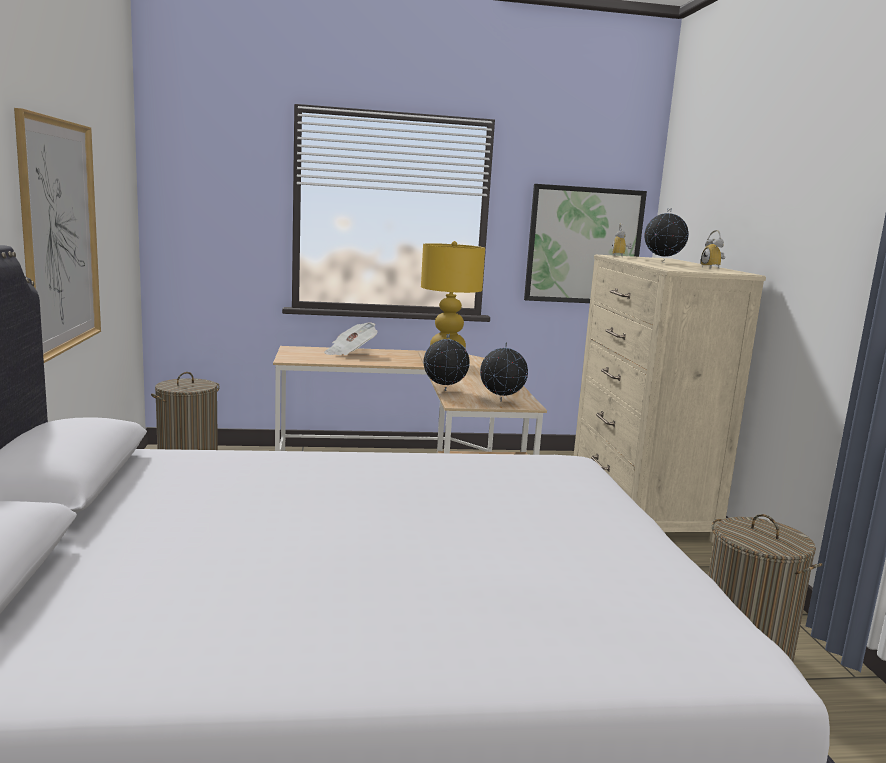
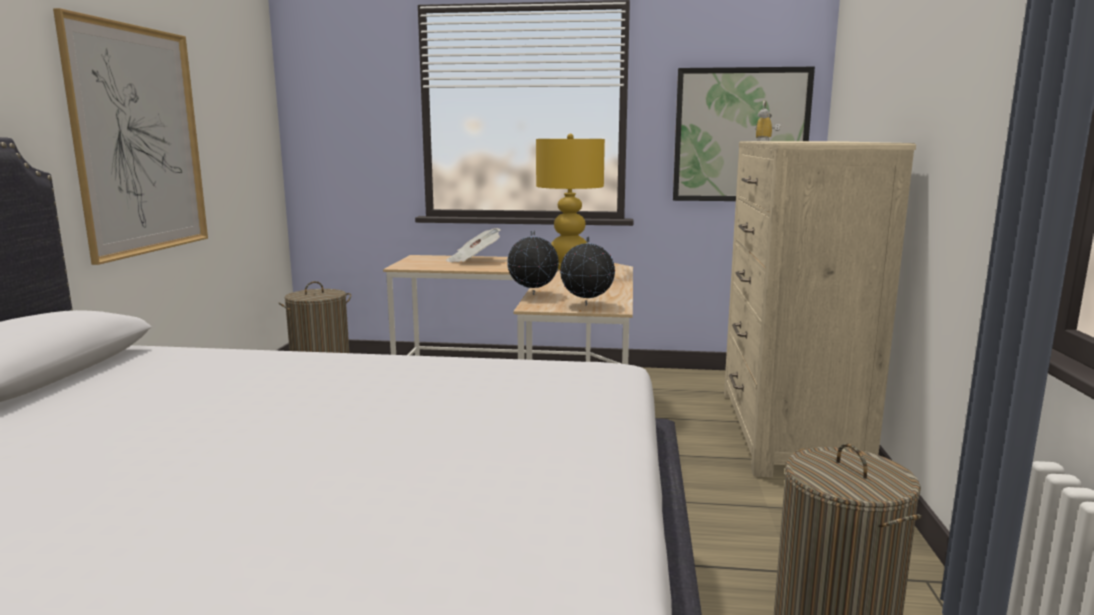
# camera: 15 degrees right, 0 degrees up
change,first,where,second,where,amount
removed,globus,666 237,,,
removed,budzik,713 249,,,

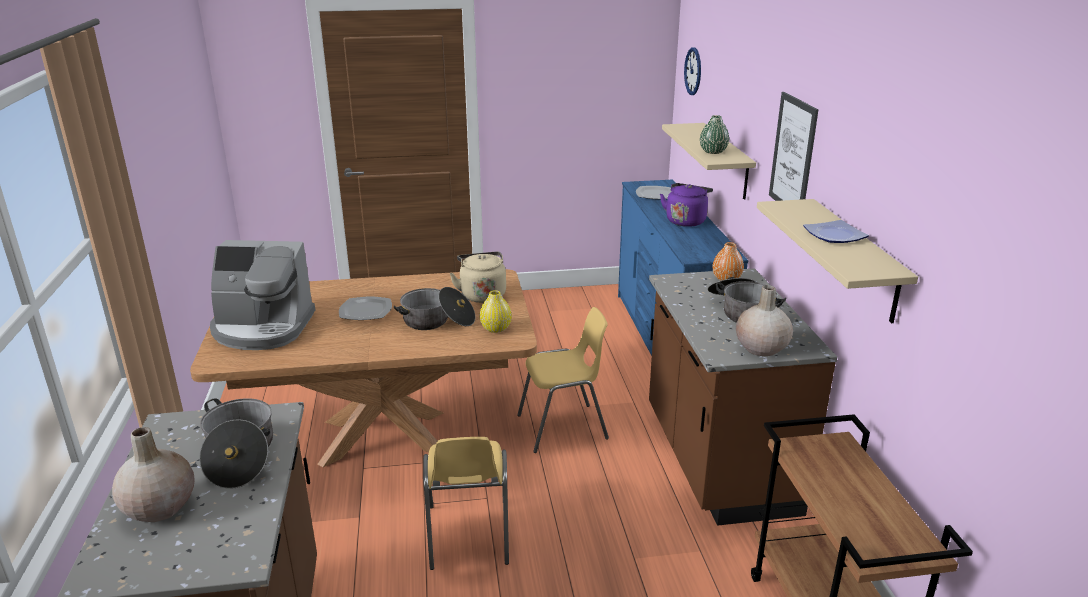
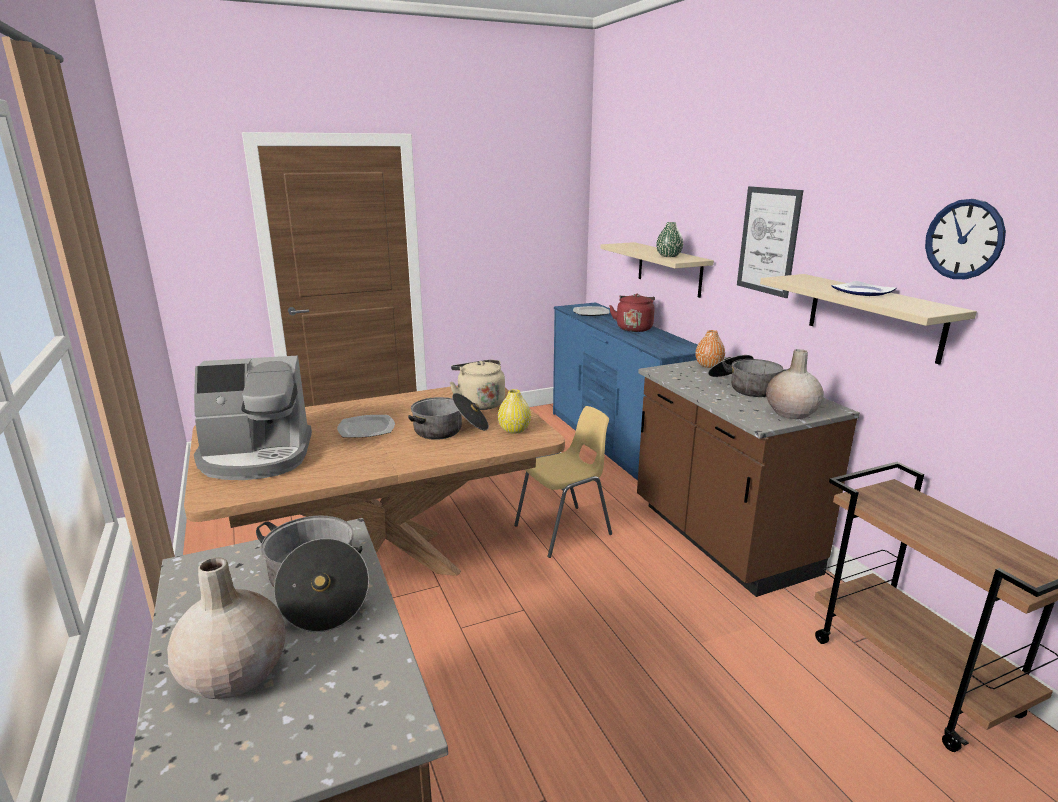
# camera: 15 degrees left, 5 degrees down
change,first,where,second,where,amount
removed,krzesło [żółty],466 503,,,
moved,zegar ścienny,692 71,,965 239,
recoloured,czajnik [fioletowy],686 205,czajnik [czerwony],632 313,

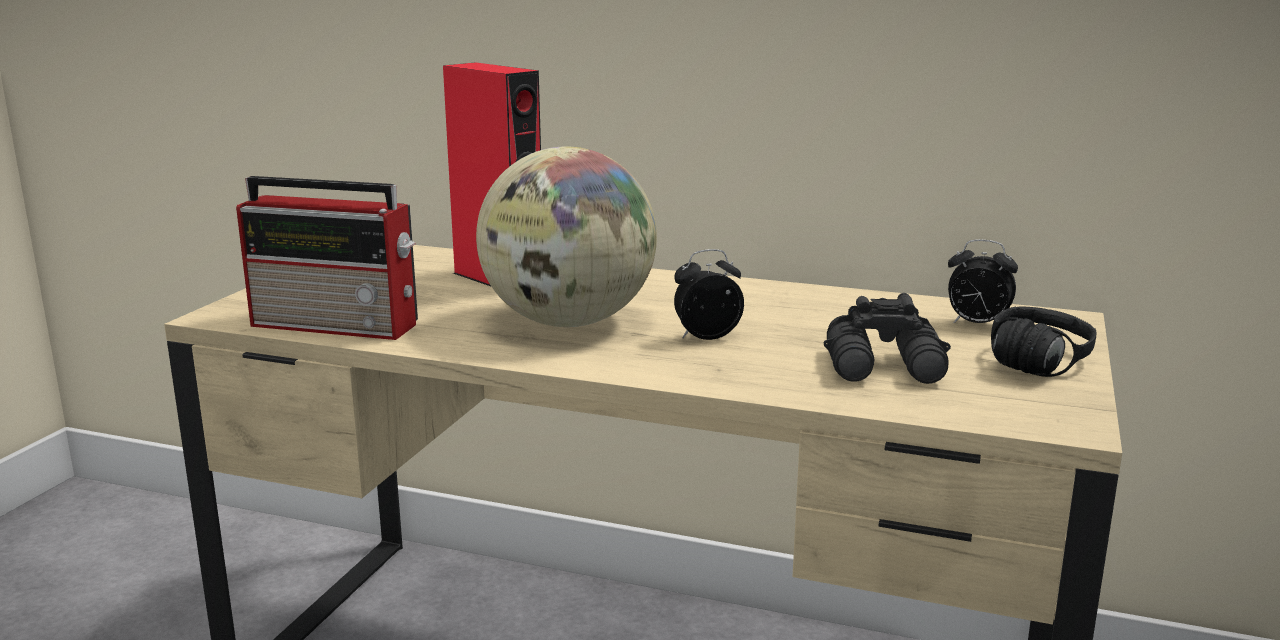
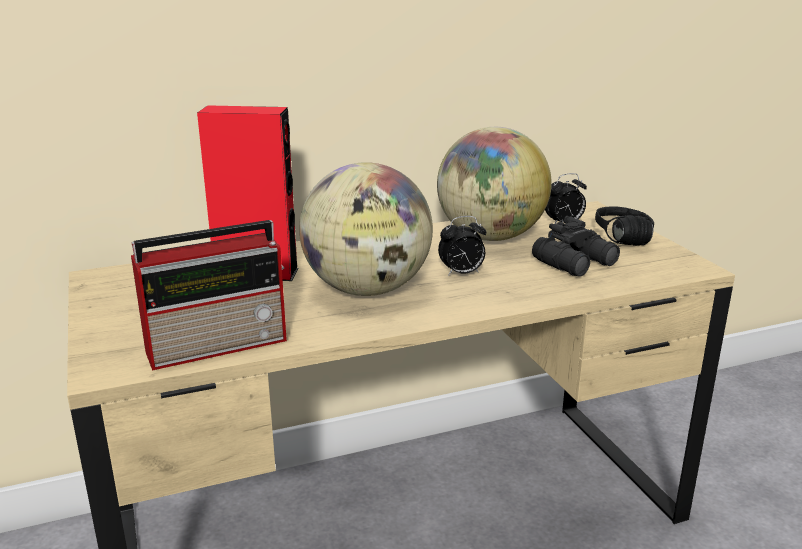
# camera: 40 degrees left, 5 degrees up
change,first,where,second,where,amount
added,,,globus,494 184,
turned,budzik,709 294,,462 246,135 degrees counterclockwise

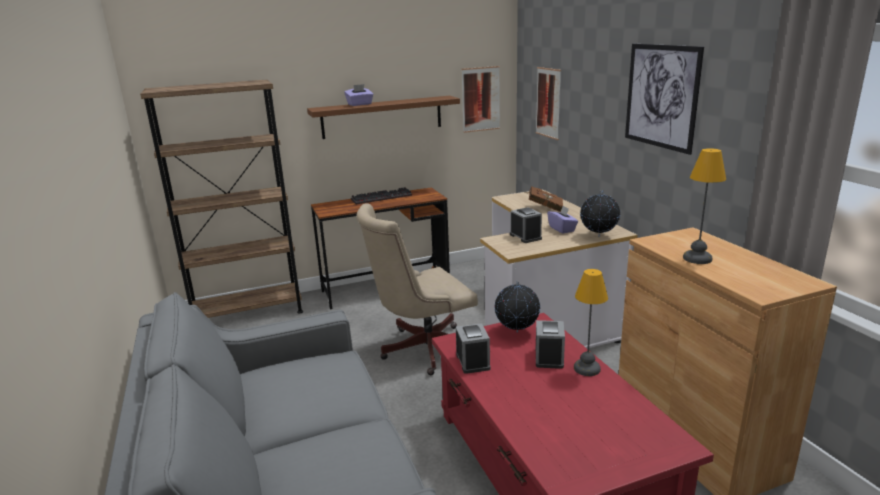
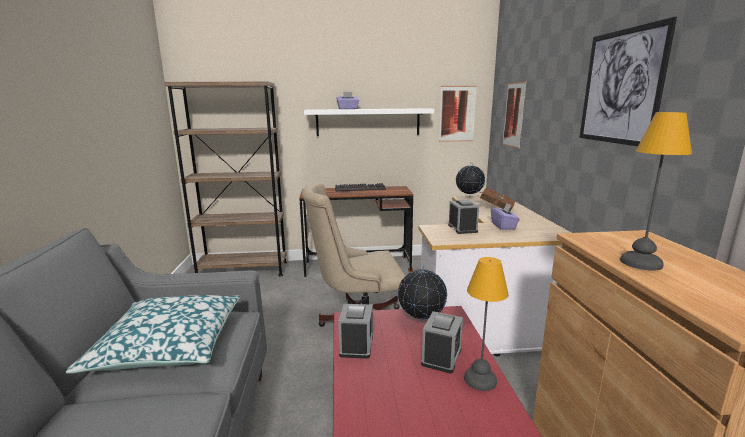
# camera: 15 degrees right, 5 degrees down
change,first,where,second,where,amount
added,,,poduszka,153 334,
moved,globus,600 213,,470 179,
recoloured,półka [brązowy],383 117,półka [biały],369 122,

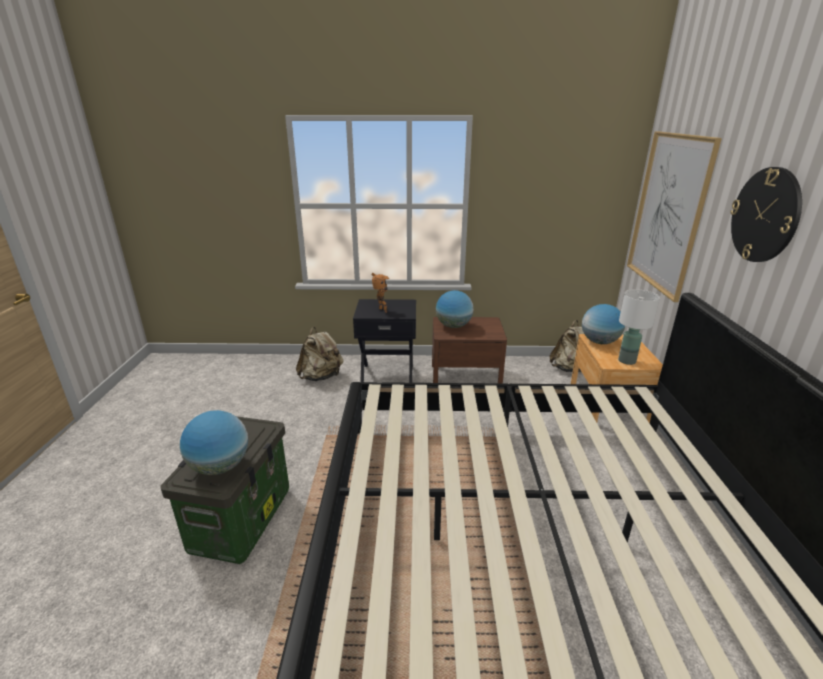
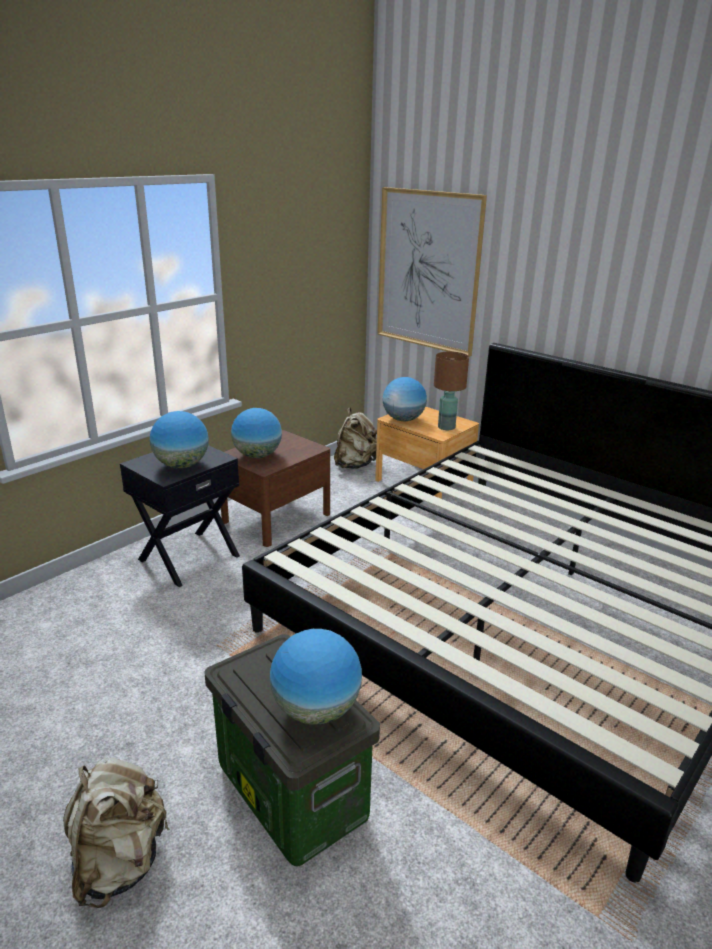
# camera: 50 degrees left, 0 degrees up
change,first,where,second,where,amount
removed,zegar ścienny,766 214,,,
moved,plecak [beżowy],319 354,,116 833,
replaced,robot zabawkowy,380 293,globus,179 439,
recoloured,lampa stołowa [biały],639 327,lampa stołowa [brązowy],451 390,

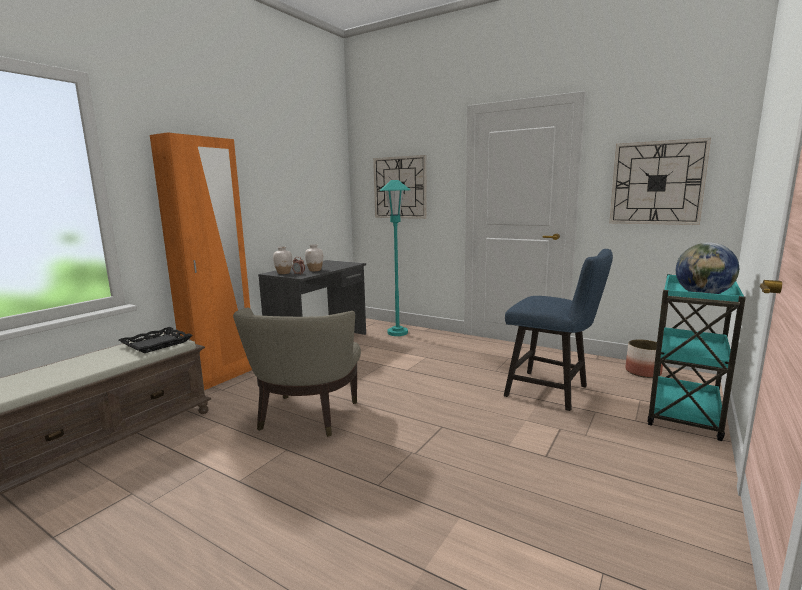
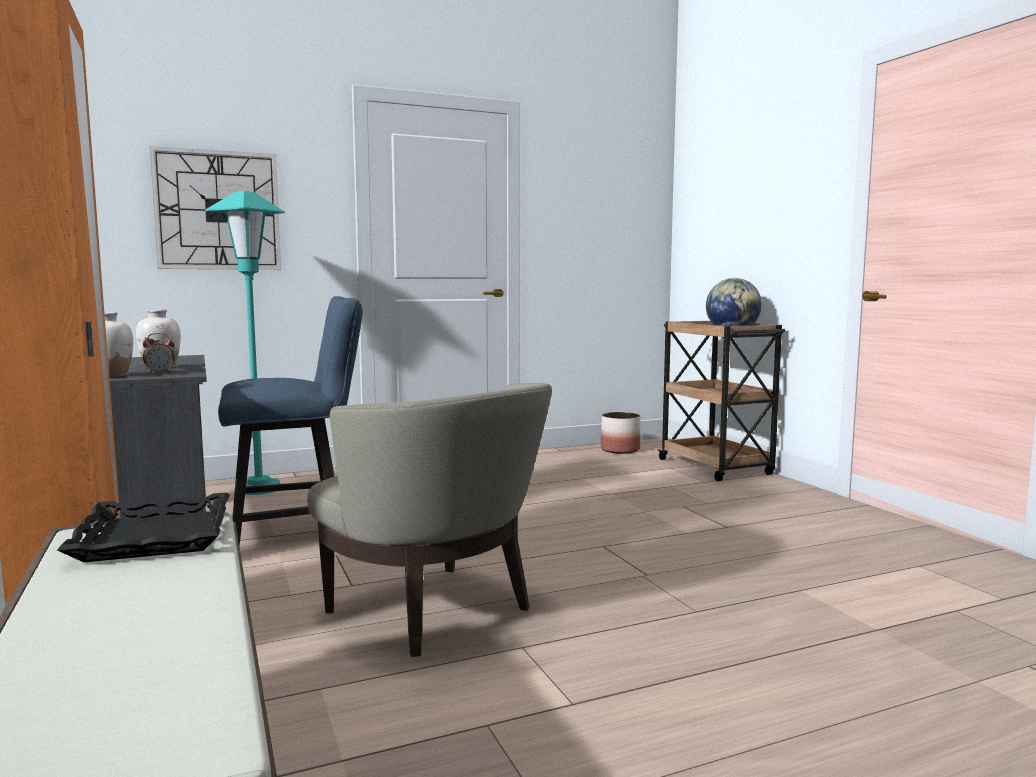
# camera: 55 degrees left, 5 degrees down
change,first,where,second,where,amount
removed,zegar ścienny,660 181,,,
moved,krzesło [niebieski],558 330,,290 421,
recoloured,wózek [turkusowy],696 357,wózek [brązowy],721 401,

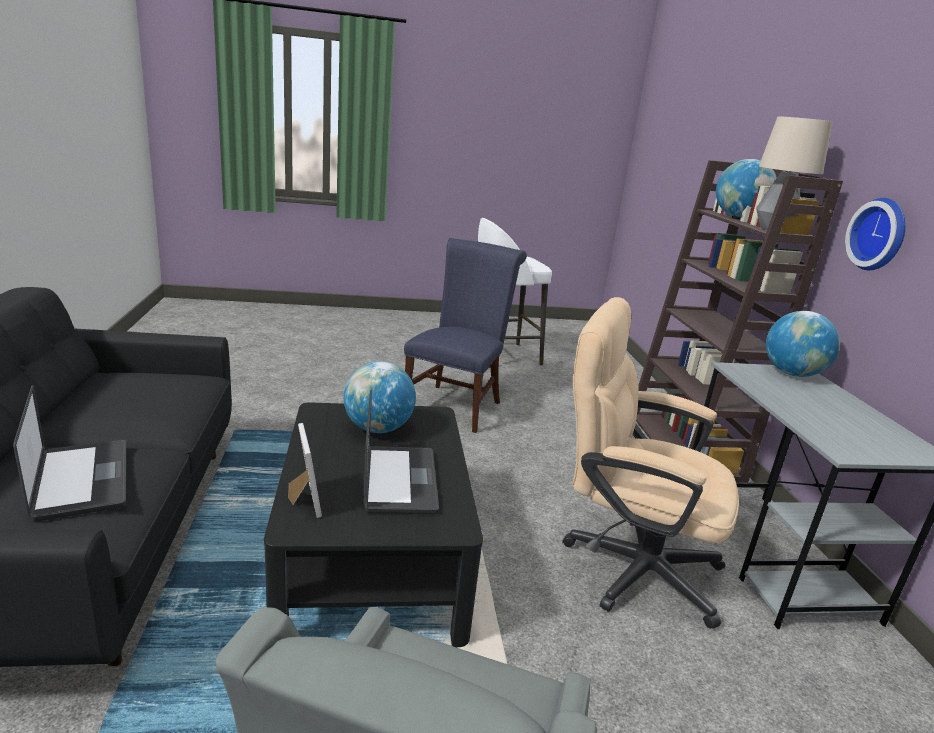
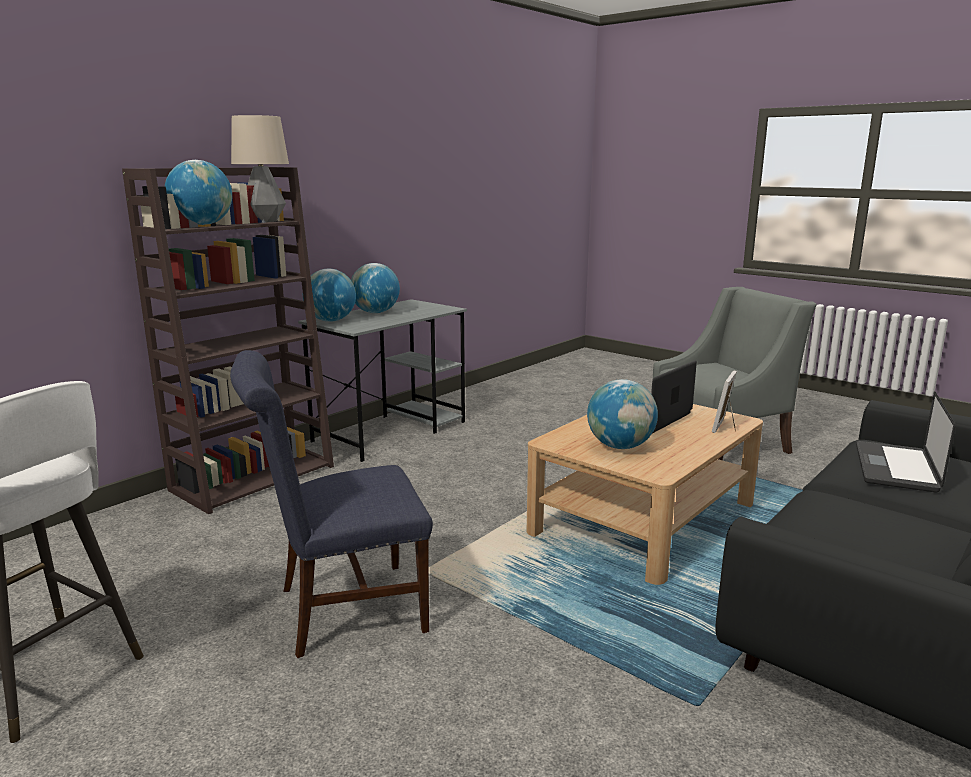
# camera: 130 degrees left, 5 degrees down
change,first,where,second,where,amount
removed,krzesło biurowe [beżowy],651 463,,,
removed,zegar ścienny,875 234,,,
added,,,globus,375 288,
recoloured,ława [czarny],373 524,ława [beżowy],645 494,

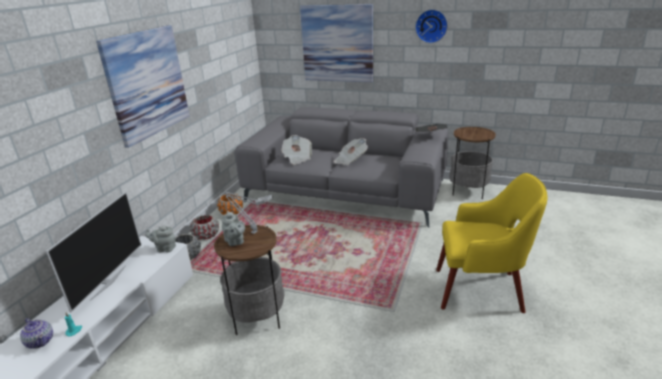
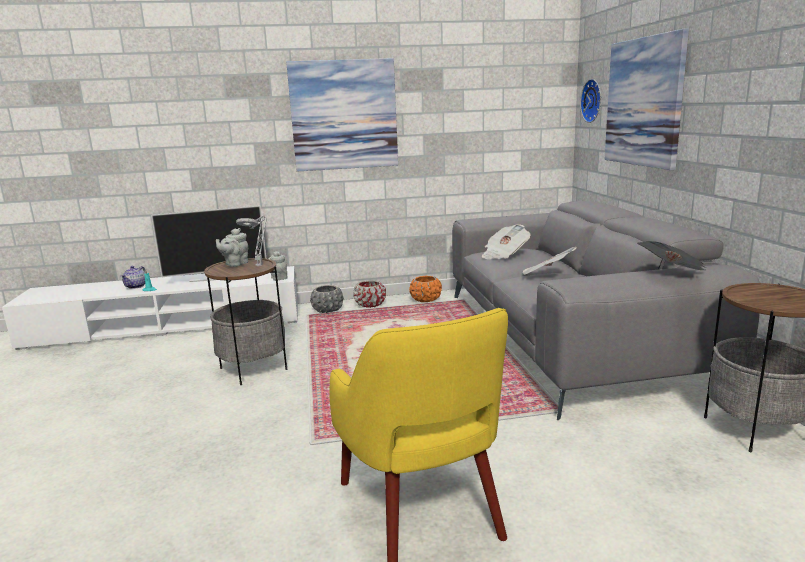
# camera: 60 degrees right, 10 degrees down
change,first,where,second,where,amount
moved,zegar ścienny,431 26,,590 101,

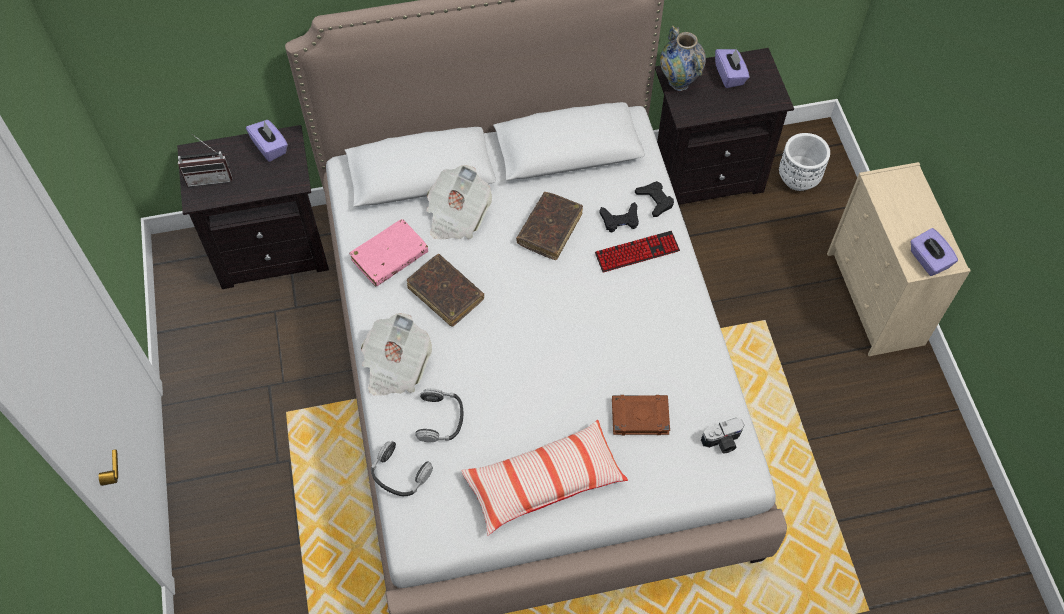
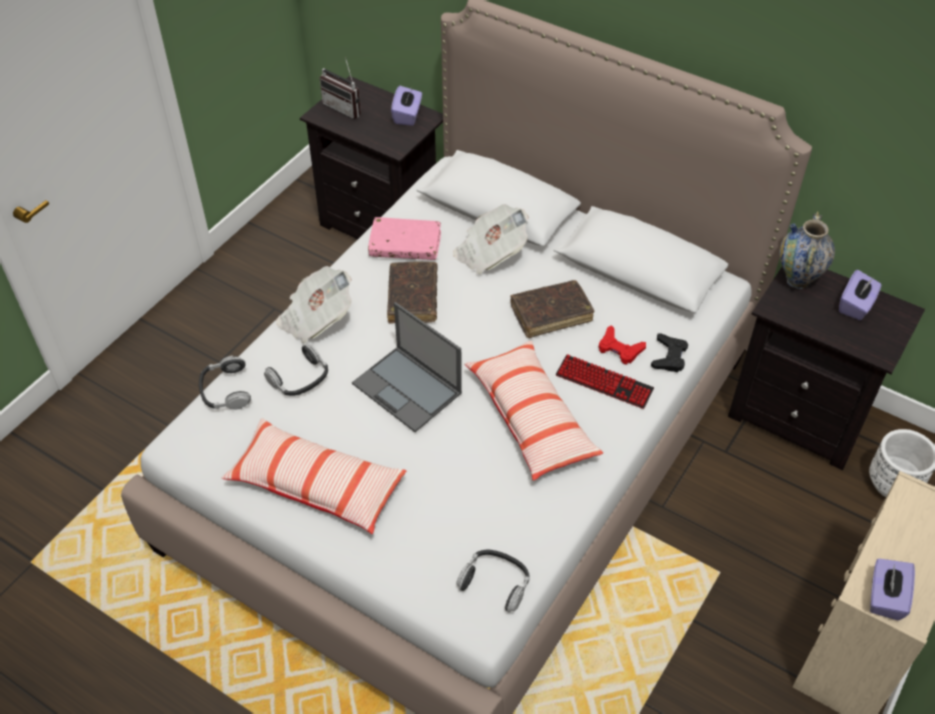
# camera: 45 degrees right, 10 degrees down
change,first,where,second,where,amount
removed,książka [brązowy],641 415,,,
added,,,laptop,407 367,
added,,,poduszka,533 410,
replaced,aparat fotograficzny,722 436,słuchawki,493 581,
recoloured,pad do gier [czarny],619 217,pad do gier [czerwony],622 345,

